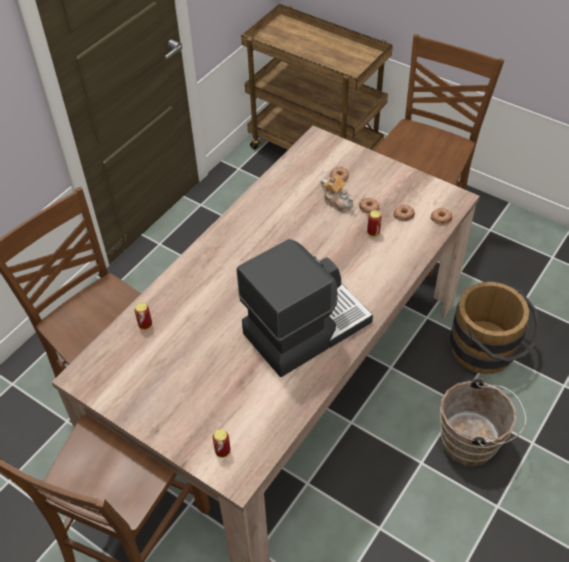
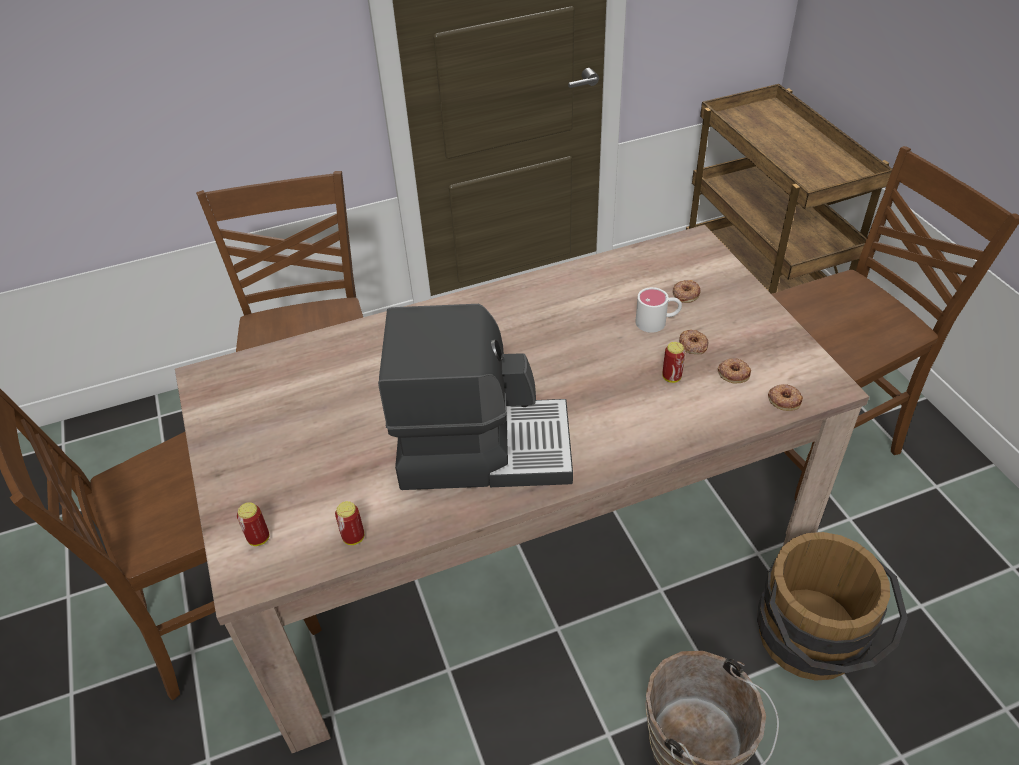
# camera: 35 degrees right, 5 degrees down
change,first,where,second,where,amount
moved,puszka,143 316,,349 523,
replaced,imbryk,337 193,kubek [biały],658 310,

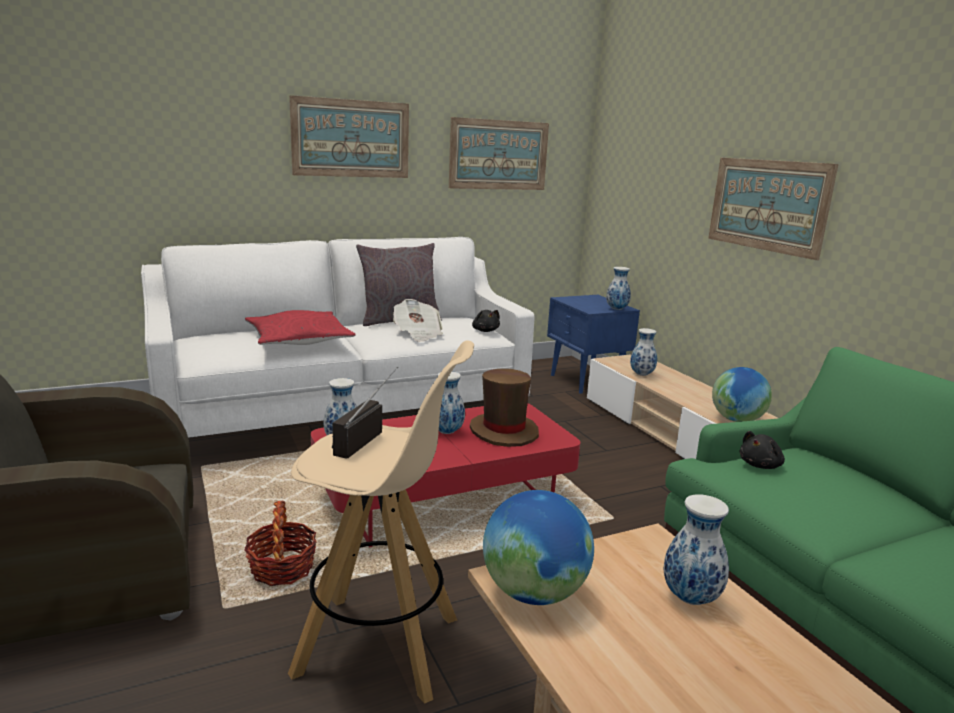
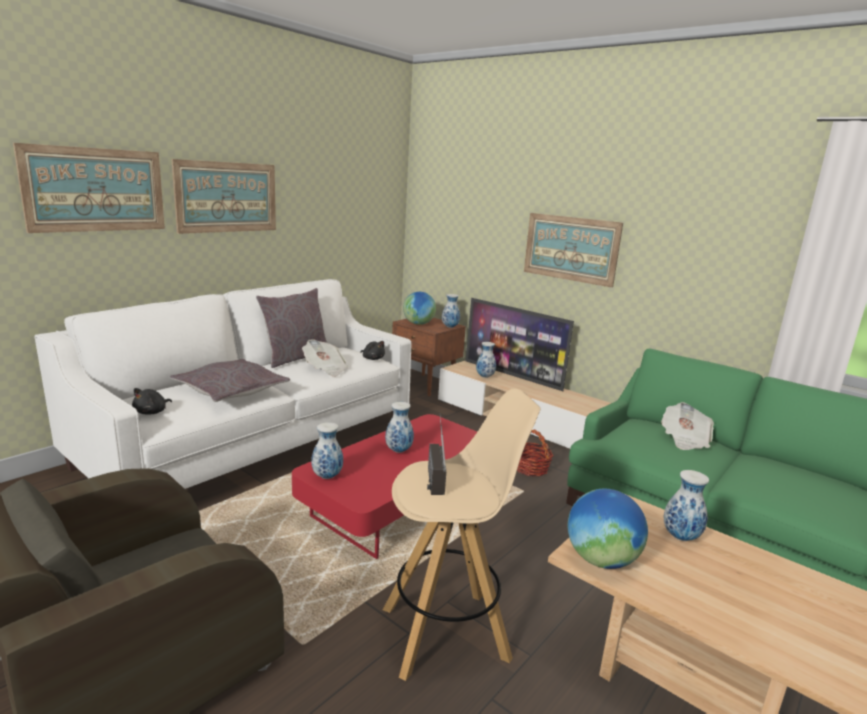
# camera: 25 degrees left, 0 degrees up
change,first,where,second,where,amount
removed,kapelusz [brązowy],504 408,,,
added,,,telewizor,520 344,
added,,,gazeta,687 426,
moved,koszyk,281 543,,535 453,
moved,obraz,499 153,,89 188,
moved,globus,742 394,,419 308,
moved,pluszak [czarny],762 450,,152 401,
recoloured,poduszka [czerwony],300 327,poduszka [szary],230 380,
recoloured,szafka nocna [niebieski],593 344,szafka nocna [brązowy],429 357,

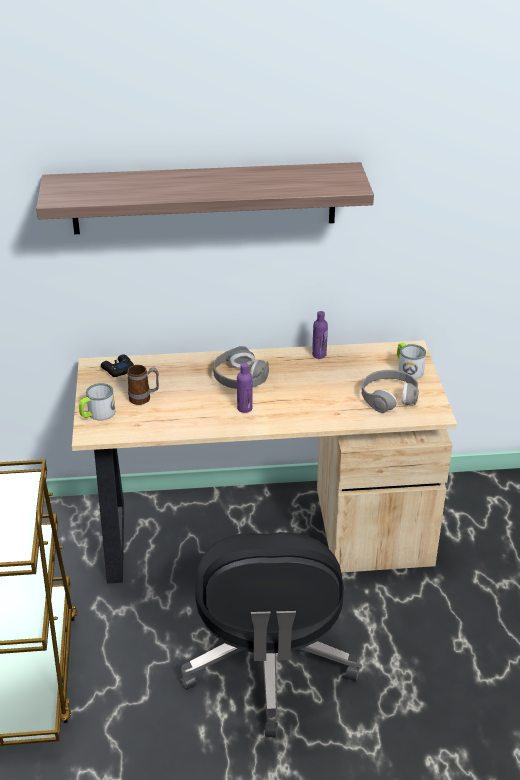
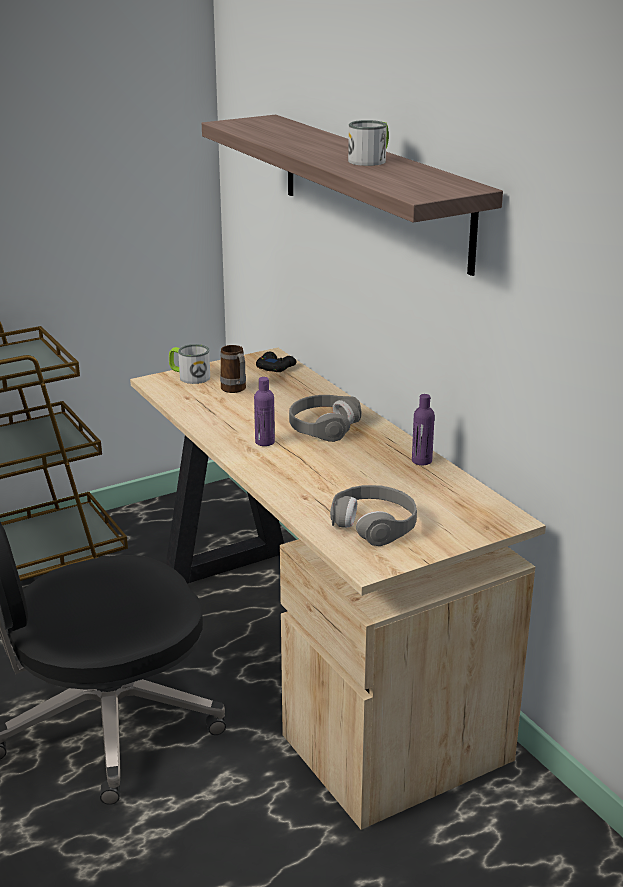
# camera: 65 degrees right, 10 degrees down
change,first,where,second,where,amount
moved,kubek,411 361,,368 143,

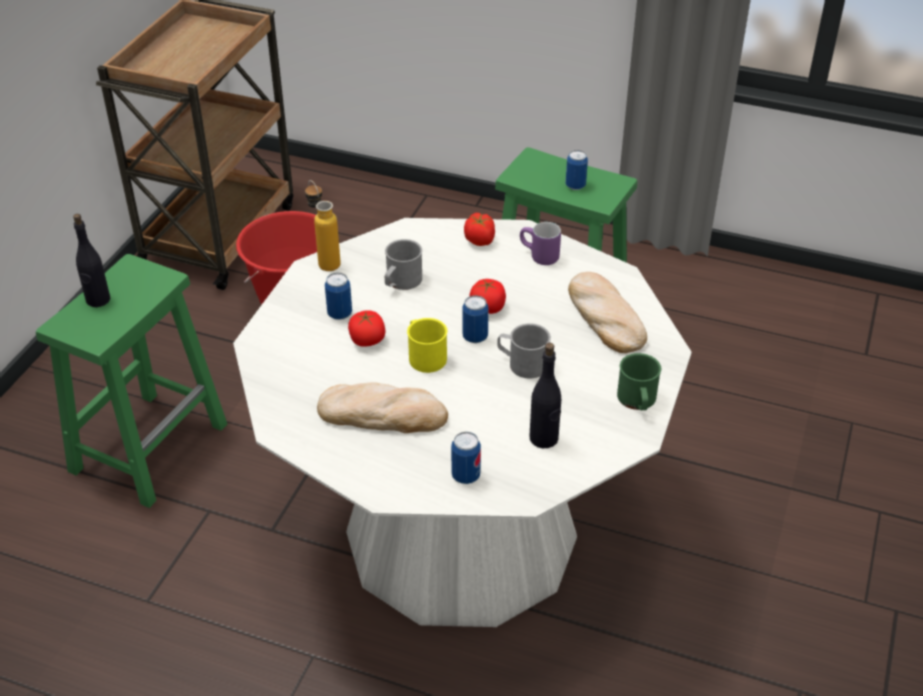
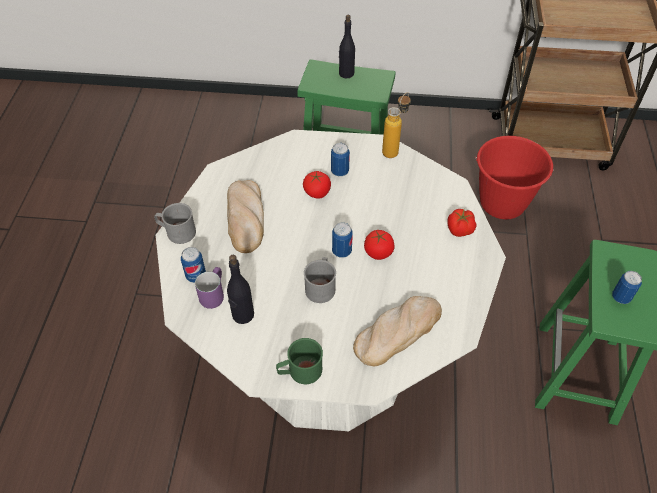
# camera: 75 degrees right, 10 degrees up
change,first,where,second,where,amount
removed,kubek [żółty],427 345,,,
moved,kubek [szary],403 264,,175 223,
moved,kubek [fioletowy],540 243,,209 288,

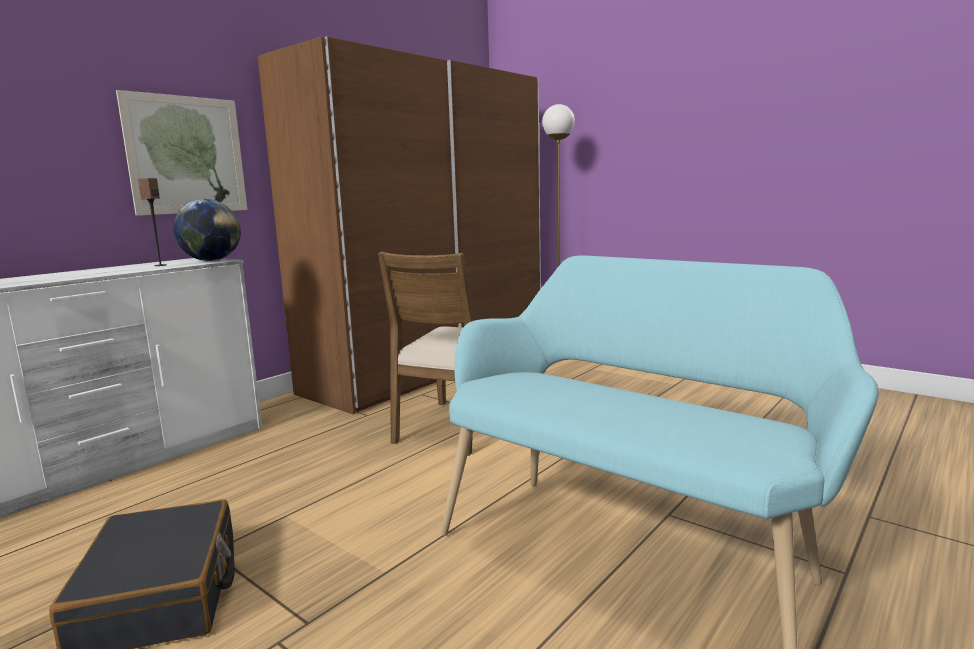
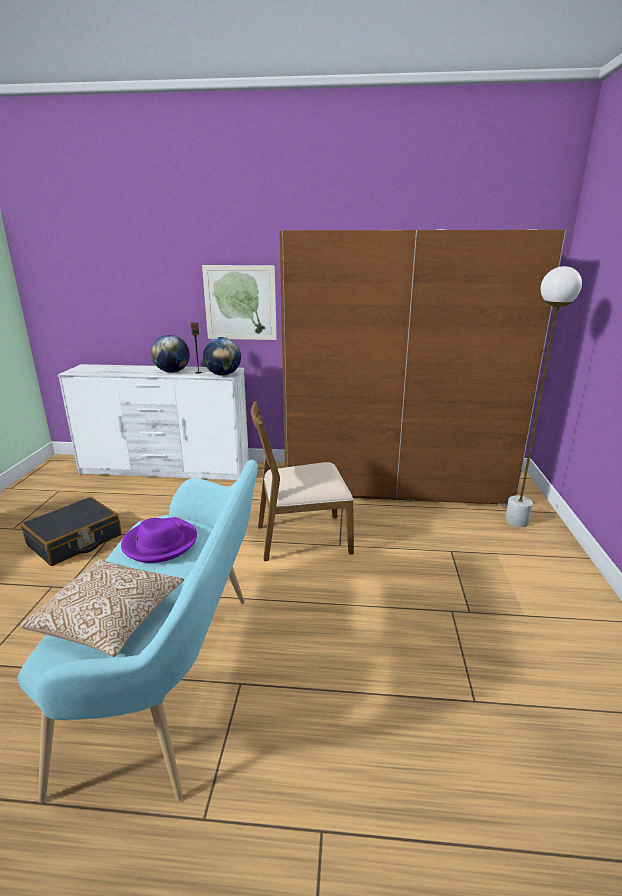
# camera: 55 degrees right, 10 degrees up
change,first,where,second,where,amount
added,,,poduszka,102 608,
added,,,kapelusz [fioletowy],159 540,
added,,,globus,170 354,

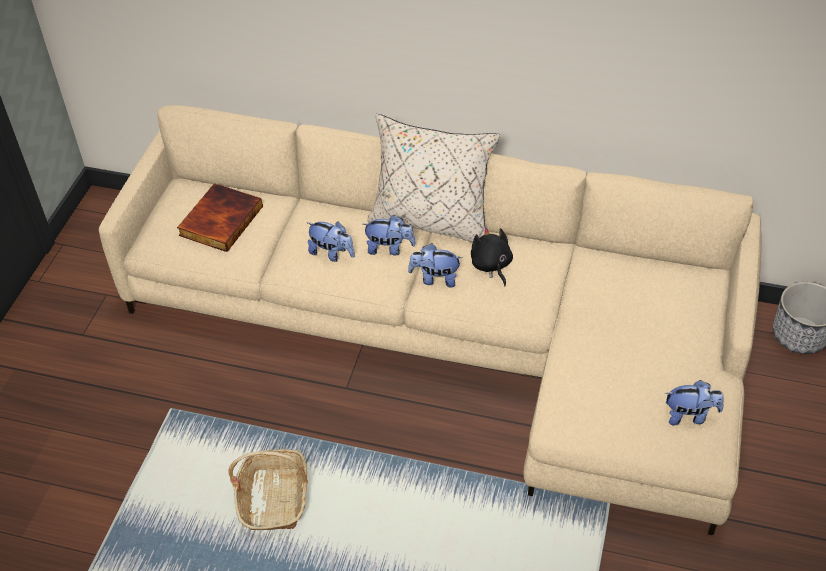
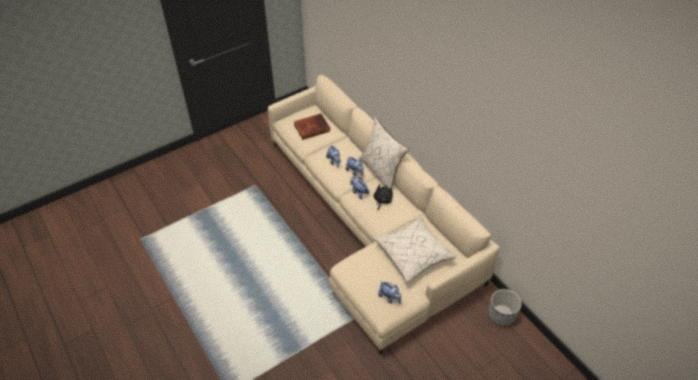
# camera: 40 degrees right, 0 degrees up
change,first,where,second,where,amount
removed,koszyk,268 489,,,
added,,,poduszka [beżowy],415 249,

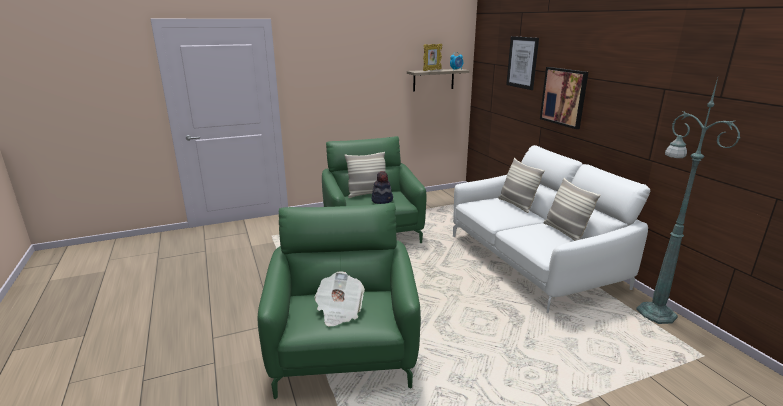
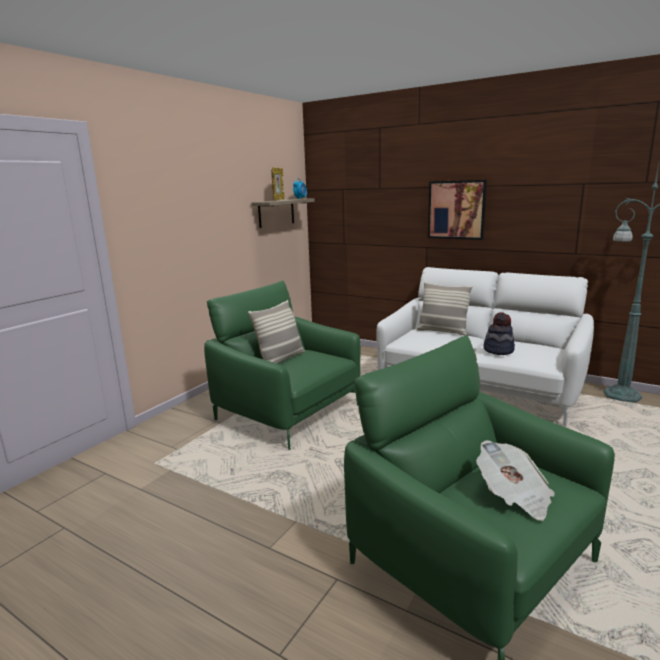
# camera: 35 degrees left, 5 degrees down
change,first,where,second,where,amount
removed,obraz,522 63,,,
removed,poduszka,572 209,,,
moved,kapelusz,382 187,,499 333,

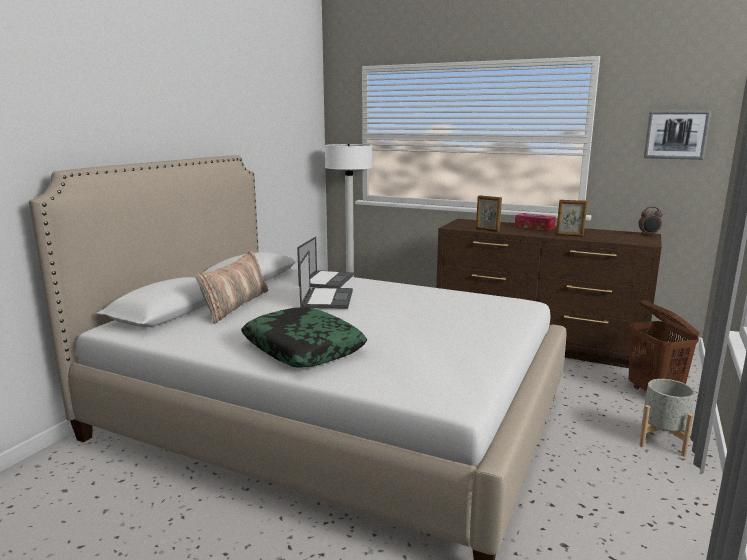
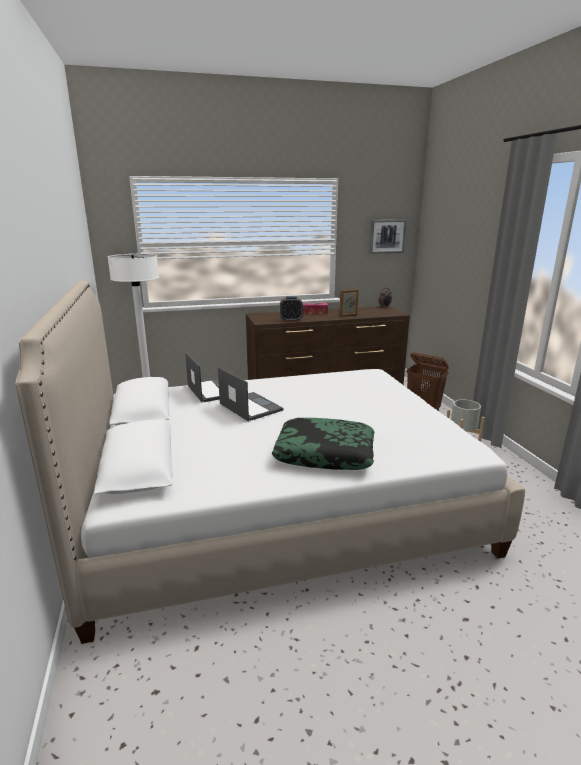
# camera: 40 degrees left, 5 degrees up
change,first,where,second,where,amount
removed,poduszka,231 287,,,
replaced,ramka na zdjęcie,489 213,budzik,291 308,

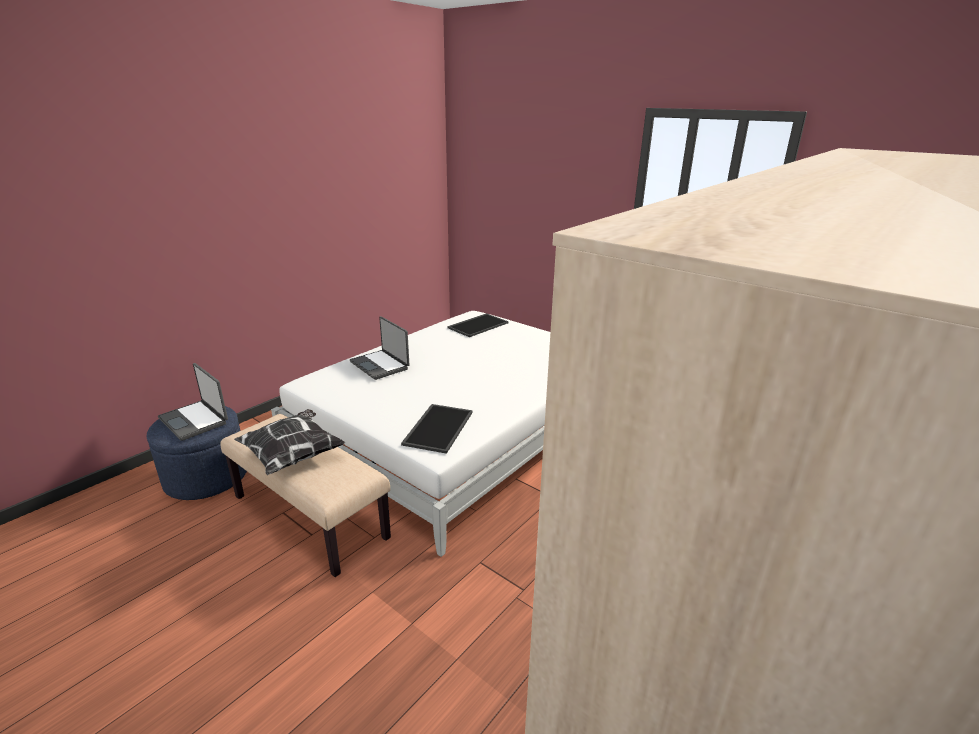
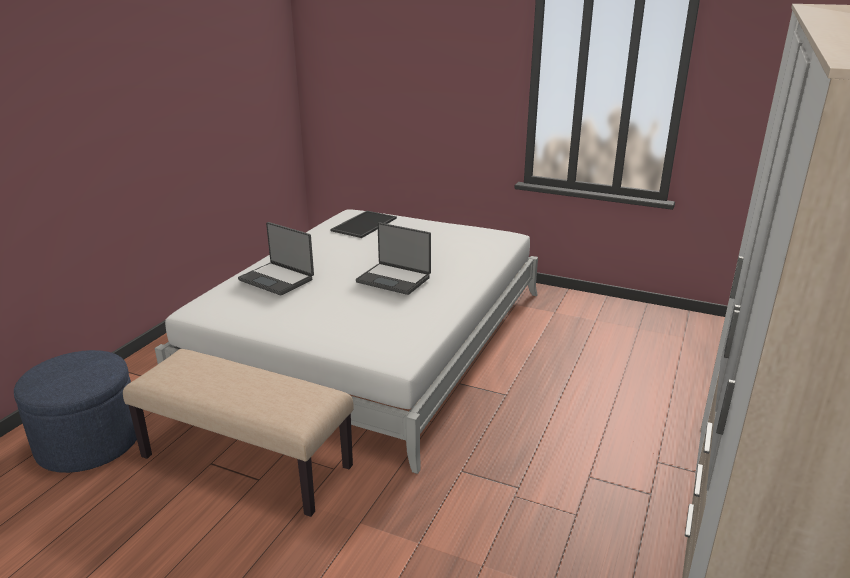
# camera: 15 degrees left, 0 degrees up
change,first,where,second,where,amount
removed,poduszka,289 442,,,
removed,taca,437 429,,,
moved,laptop,193 402,,393 258,

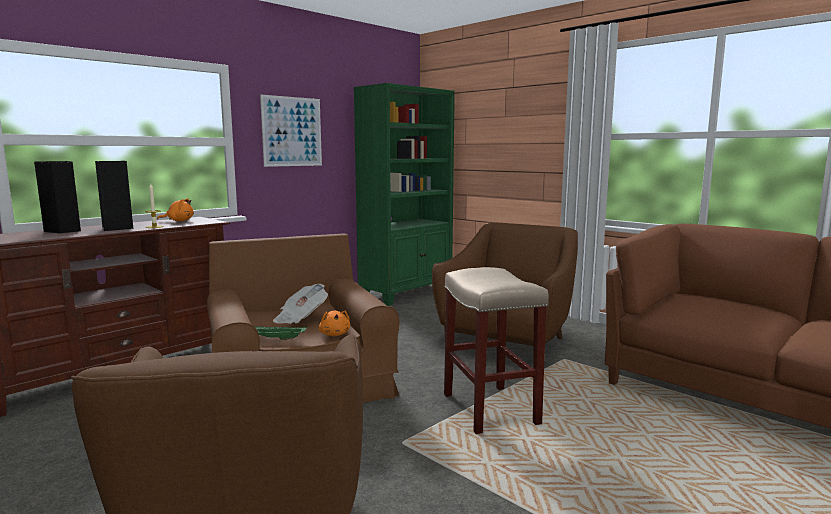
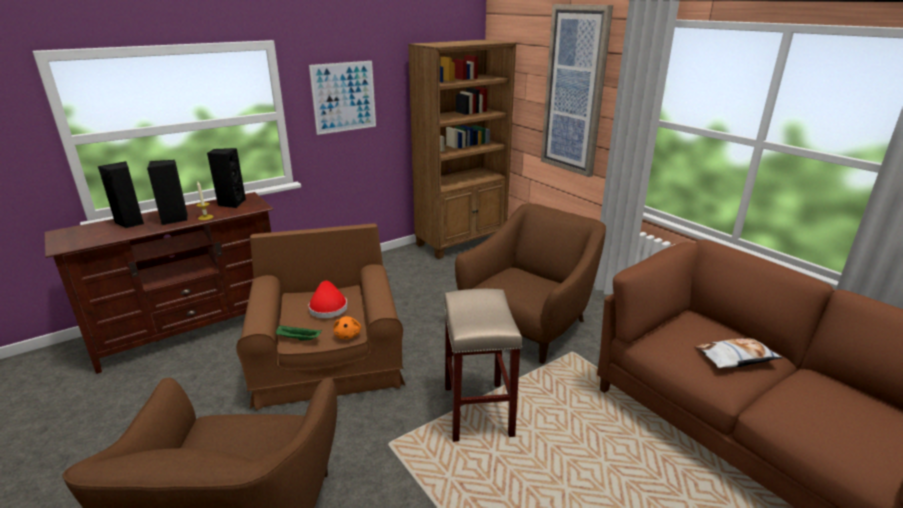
# camera: 10 degrees right, 15 degrees up
change,first,where,second,where,amount
added,,,obraz,577 90,
added,,,poduszka,739 353,
replaced,pluszak [pomarańczowy],175 210,głośnik [czarny],226 178,
replaced,gazeta,300 304,kapelusz [czerwony],327 299,
recoloured,regał [zielony],404 194,regał [brązowy],462 149,

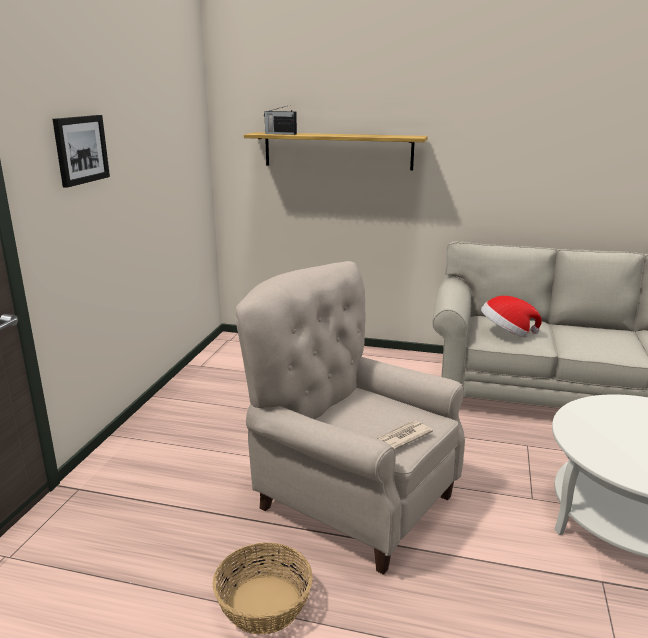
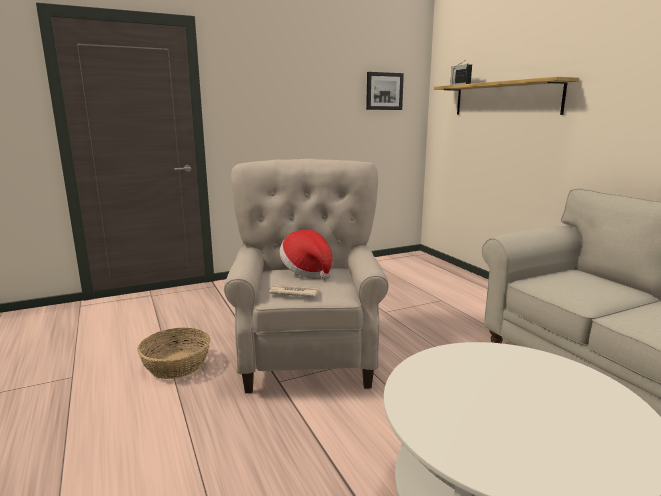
# camera: 50 degrees right, 5 degrees down
change,first,where,second,where,amount
moved,obraz,81 151,,385 91,
moved,kapelusz,511 316,,306 255,

